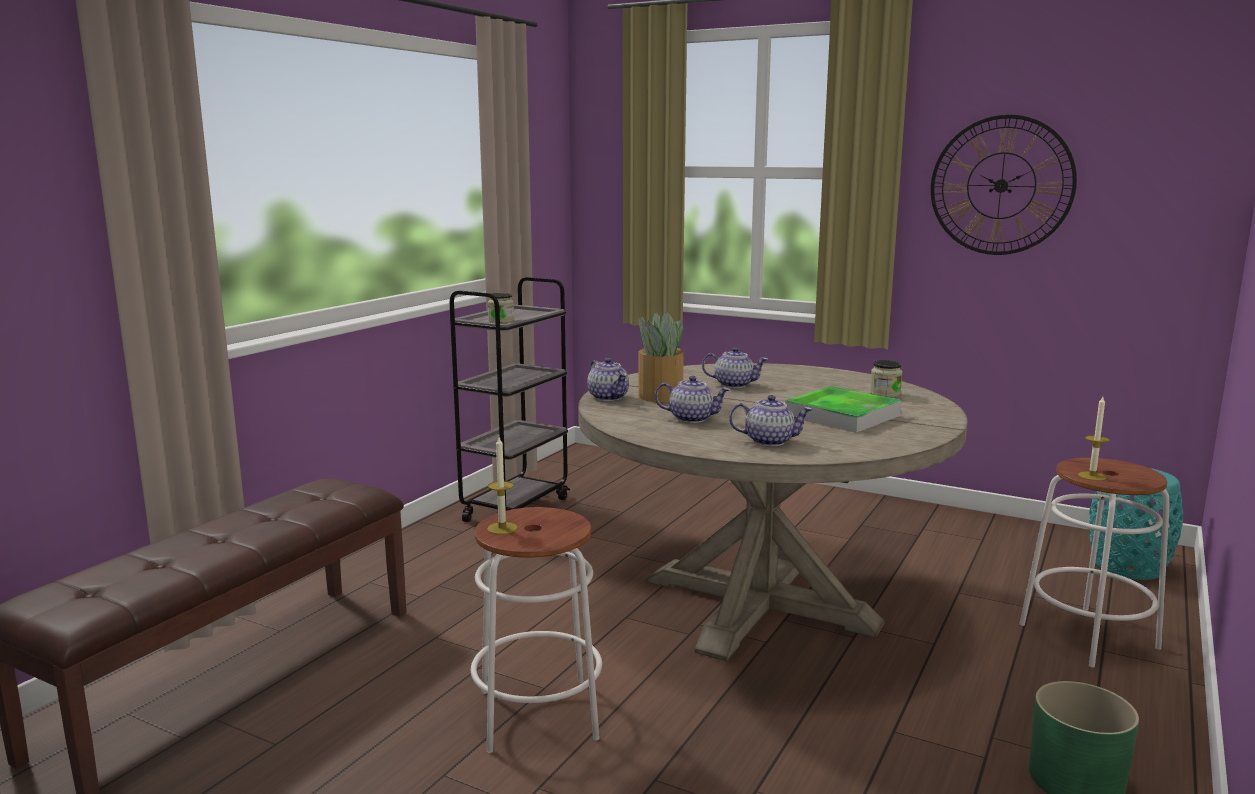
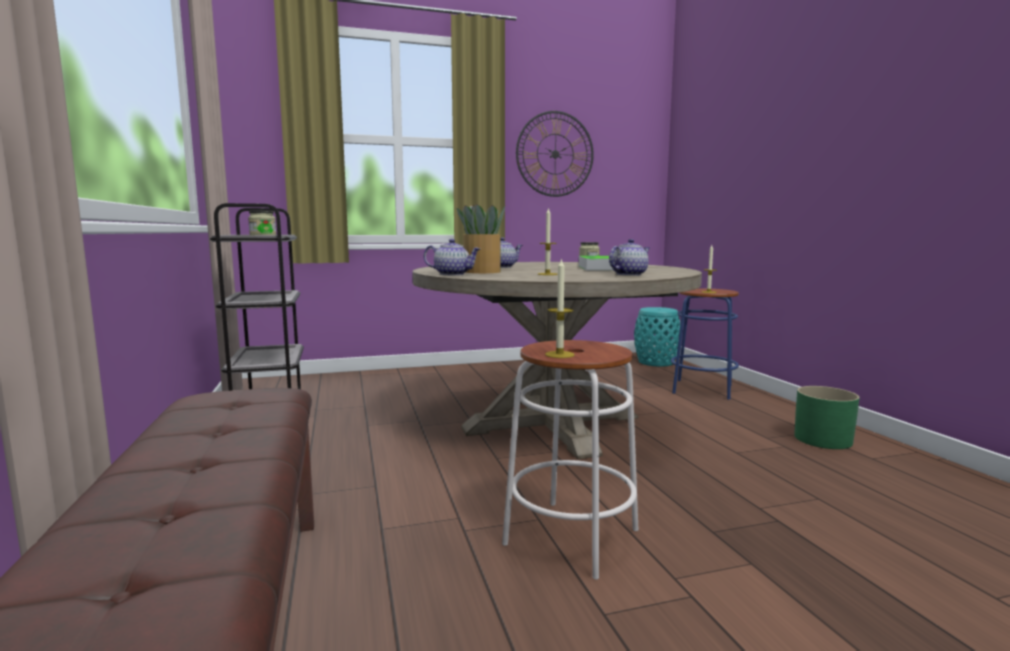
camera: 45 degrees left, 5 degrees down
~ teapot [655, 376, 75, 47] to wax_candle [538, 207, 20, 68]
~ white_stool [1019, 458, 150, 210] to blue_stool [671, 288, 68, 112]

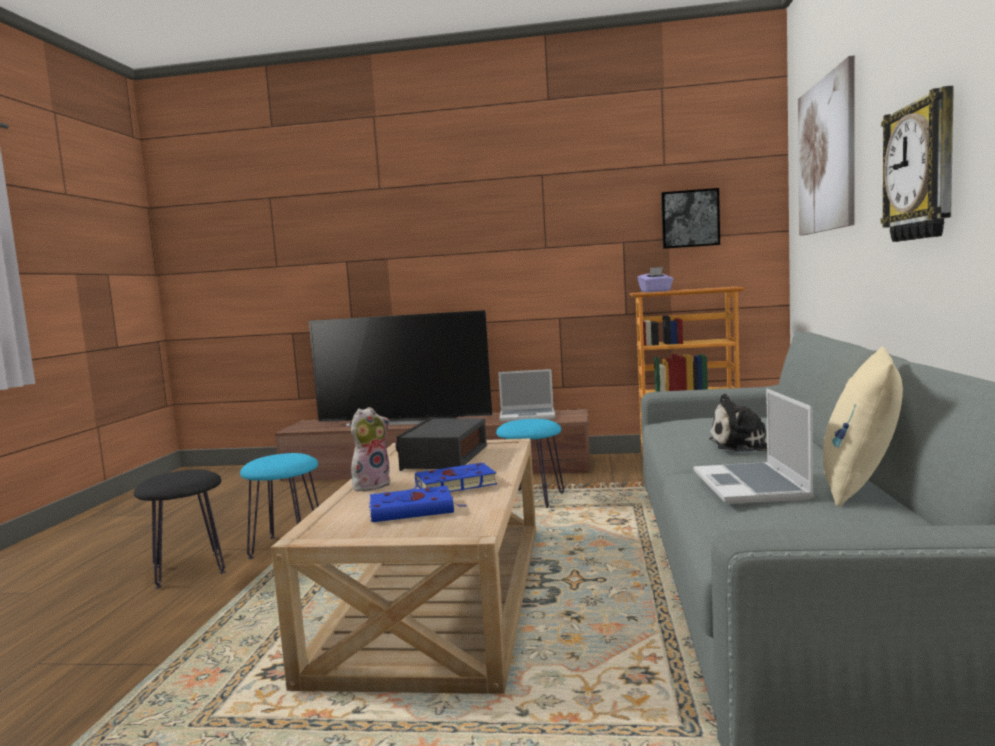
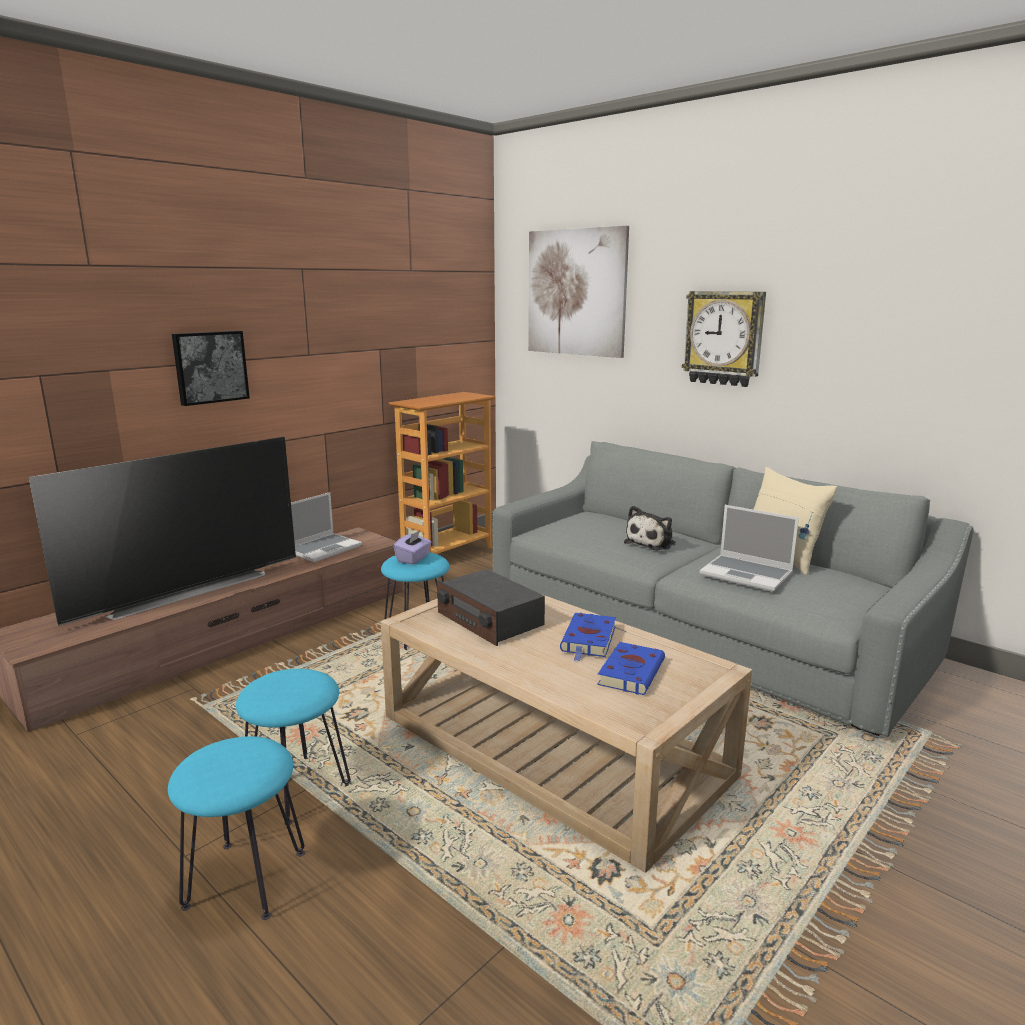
camera: 55 degrees left, 10 degrees up
~ black_stool [134, 470, 92, 119] to blue-green_stool [168, 736, 137, 184]
- plush_toy [351, 407, 39, 85]
~ purple-coloured_tissue_box [637, 267, 36, 25] to [393, 530, 39, 35]
~ wall_art [661, 188, 59, 61] to [172, 331, 78, 75]

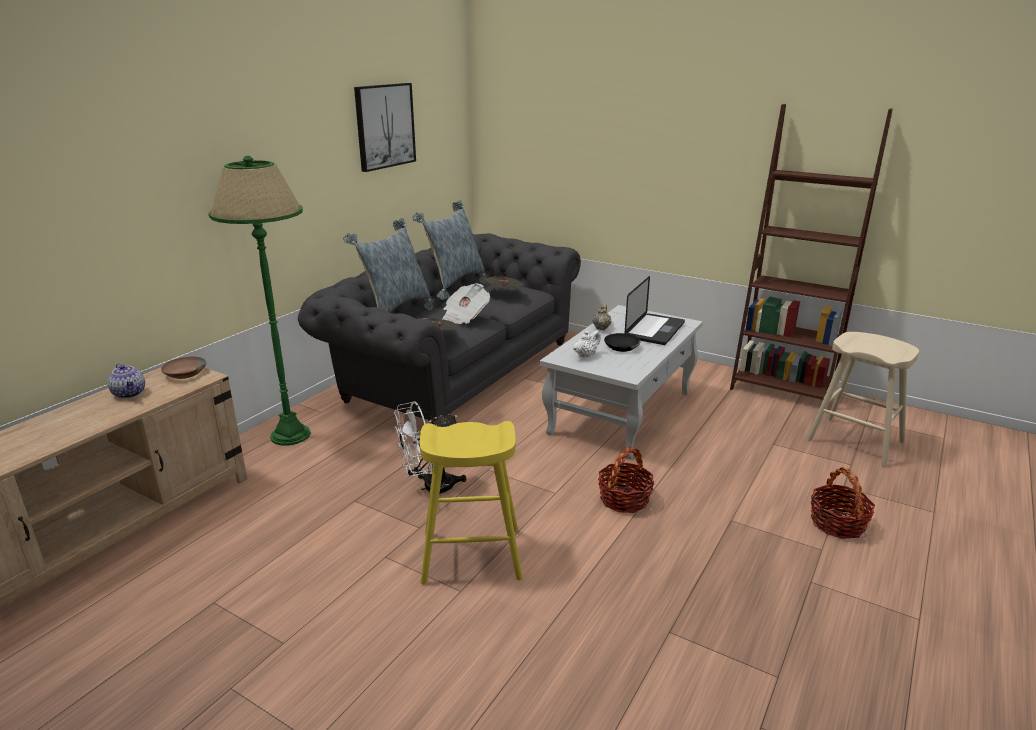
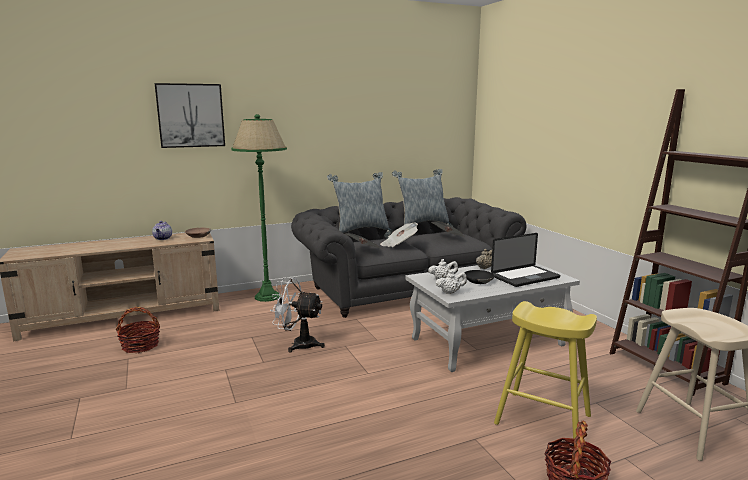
camera: 35 degrees right, 10 degrees down
~ wall_art [354, 83, 62, 89] to [155, 83, 70, 65]
~ yellow-coloured_stool [420, 421, 103, 164] to [494, 301, 103, 138]
~ household_basket [598, 447, 56, 66] to [116, 307, 44, 46]
+ white_teapot [436, 270, 31, 24]

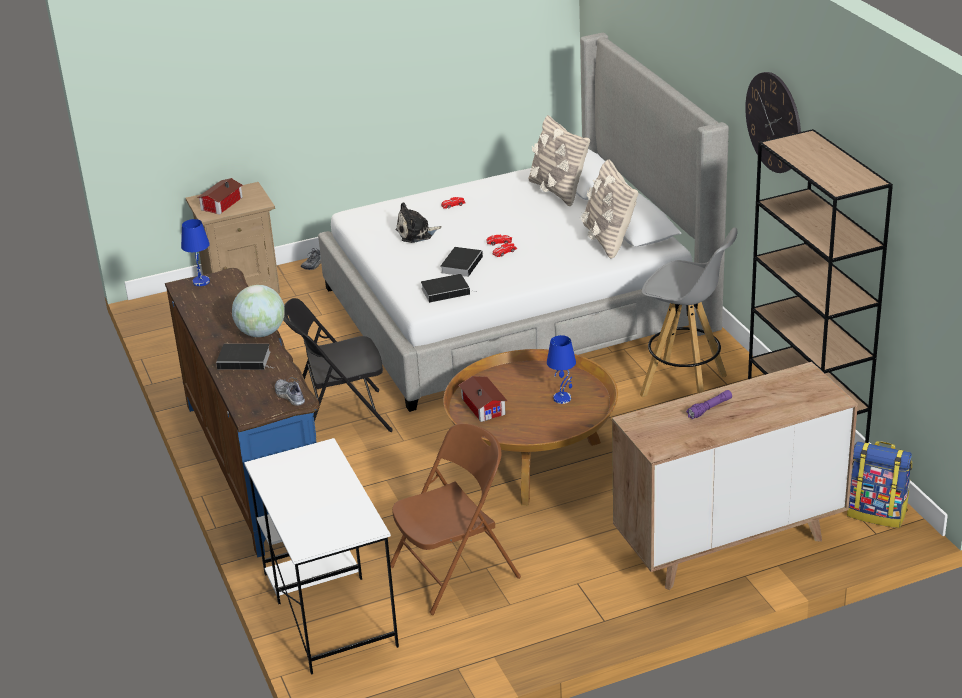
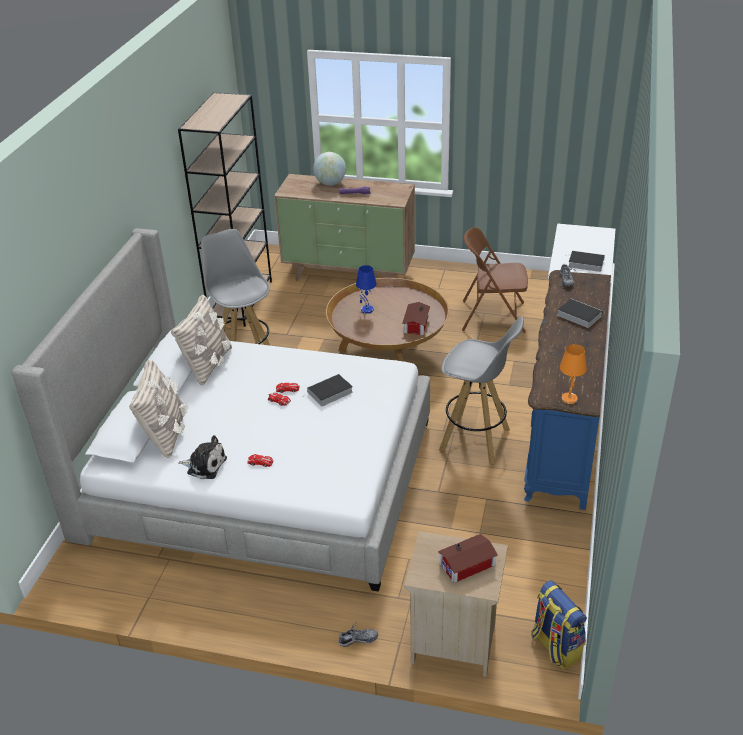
camera: 145 degrees left, 5 degrees up
~ blue_lamp_for_a_table [181, 219, 29, 67] to orange-coloured_lamp_for_a_table [560, 344, 27, 60]
~ world_globe [232, 285, 53, 52] to [313, 152, 33, 34]
~ black_plain_chair [283, 298, 109, 134] to gray_stool [439, 316, 85, 149]
~ plush_toy [396, 202, 45, 41] to [178, 435, 49, 44]
~ volume [421, 274, 52, 29] to [566, 251, 39, 21]
- hanging_clock [745, 72, 56, 101]
~ knapsack [847, 441, 65, 87] to [531, 580, 56, 89]

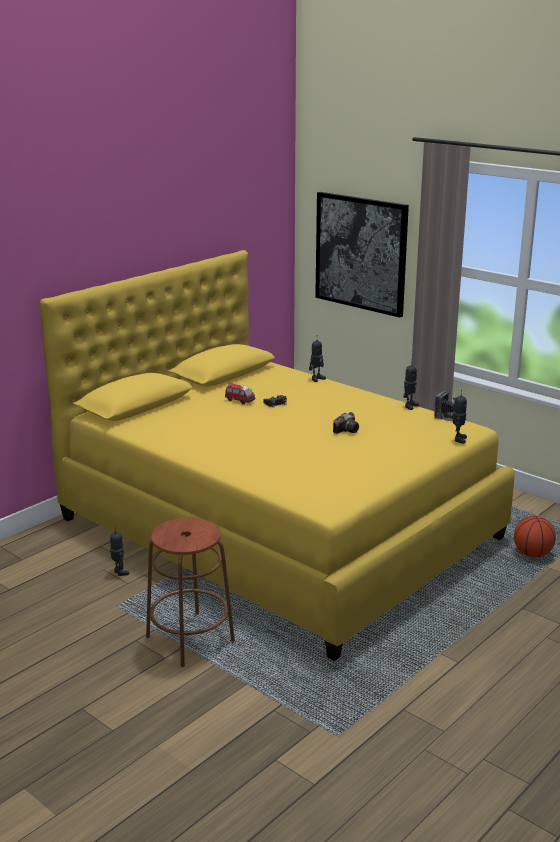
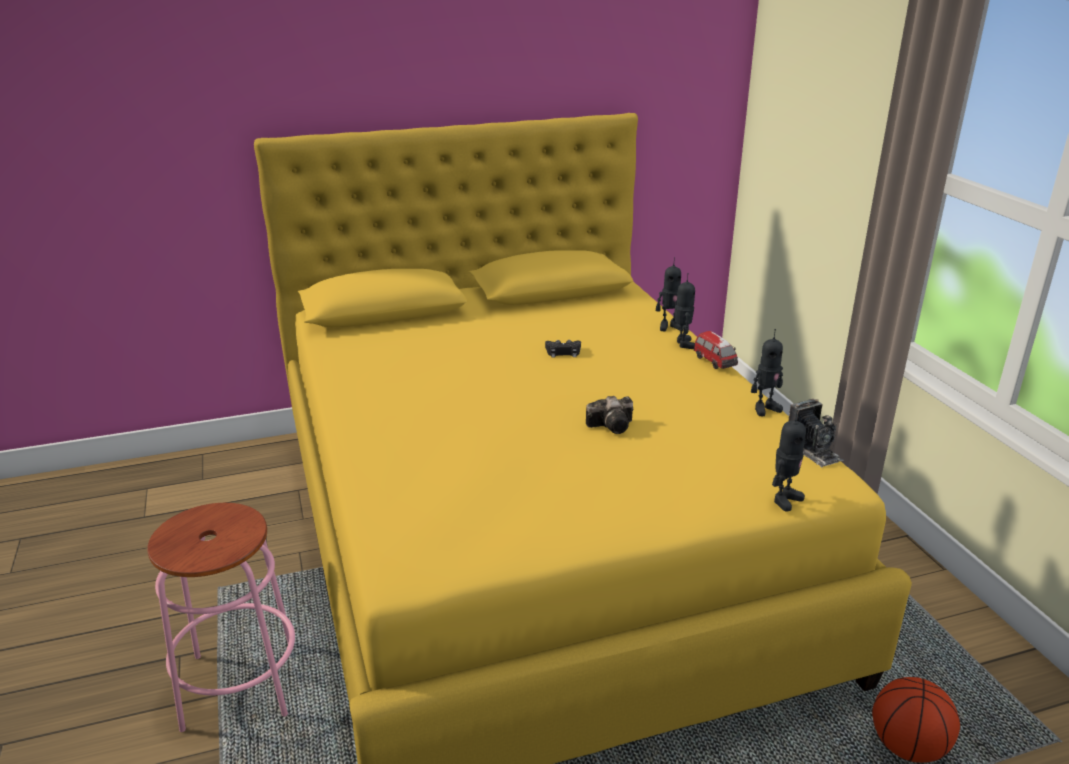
camera: 30 degrees right, 5 degrees up
~ robot_figure [110, 527, 19, 49] to [675, 273, 20, 76]
~ brown-coloured_stool [146, 518, 89, 149] to pink_stool [147, 503, 148, 229]
~ toy_car [225, 383, 30, 21] to [694, 331, 44, 38]
- wall_art [315, 192, 94, 126]

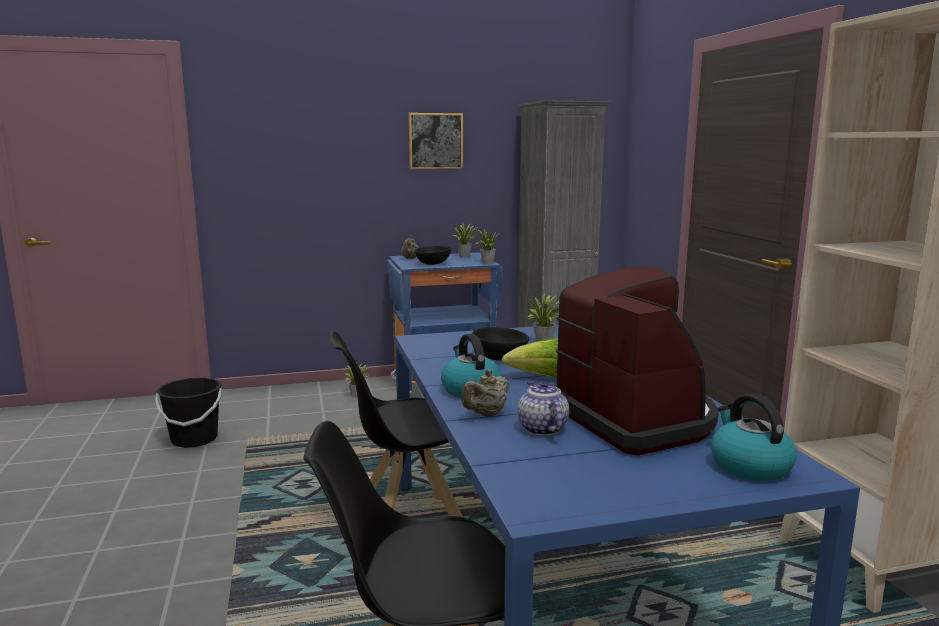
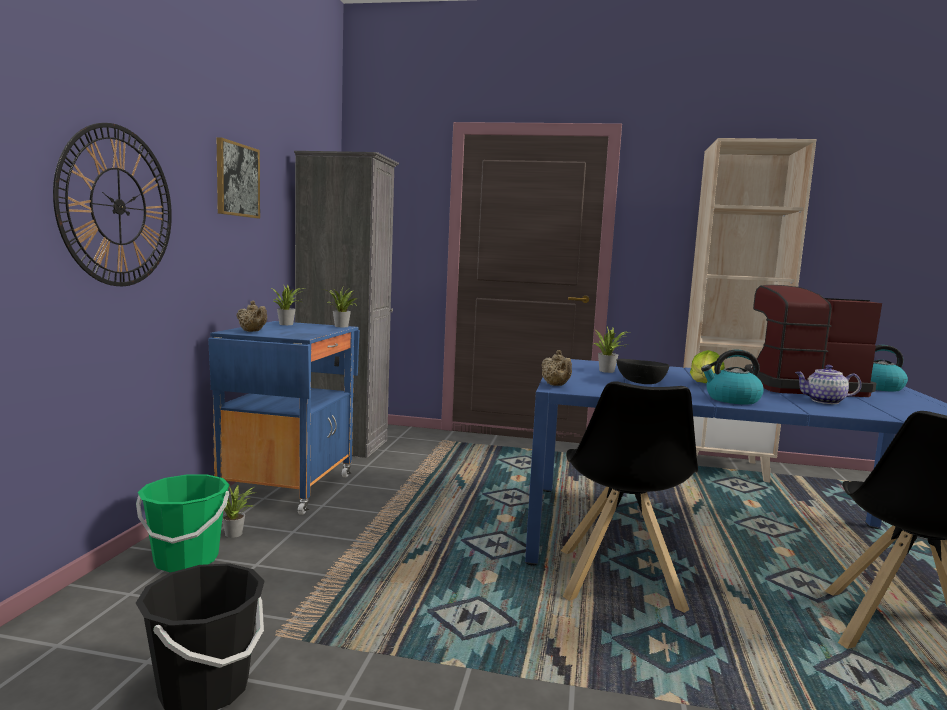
camera: 65 degrees left, 5 degrees down
- black_deep_dish [415, 246, 37, 19]
~ sand-coloured_teapot [461, 369, 49, 47] to [541, 350, 31, 36]
+ hanging_clock [53, 123, 119, 163]
+ green_bucket [136, 475, 94, 97]

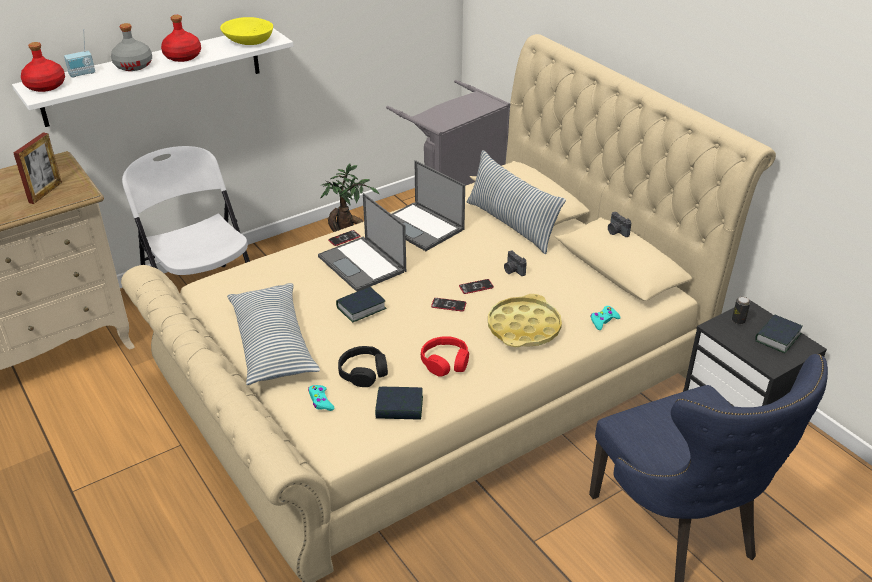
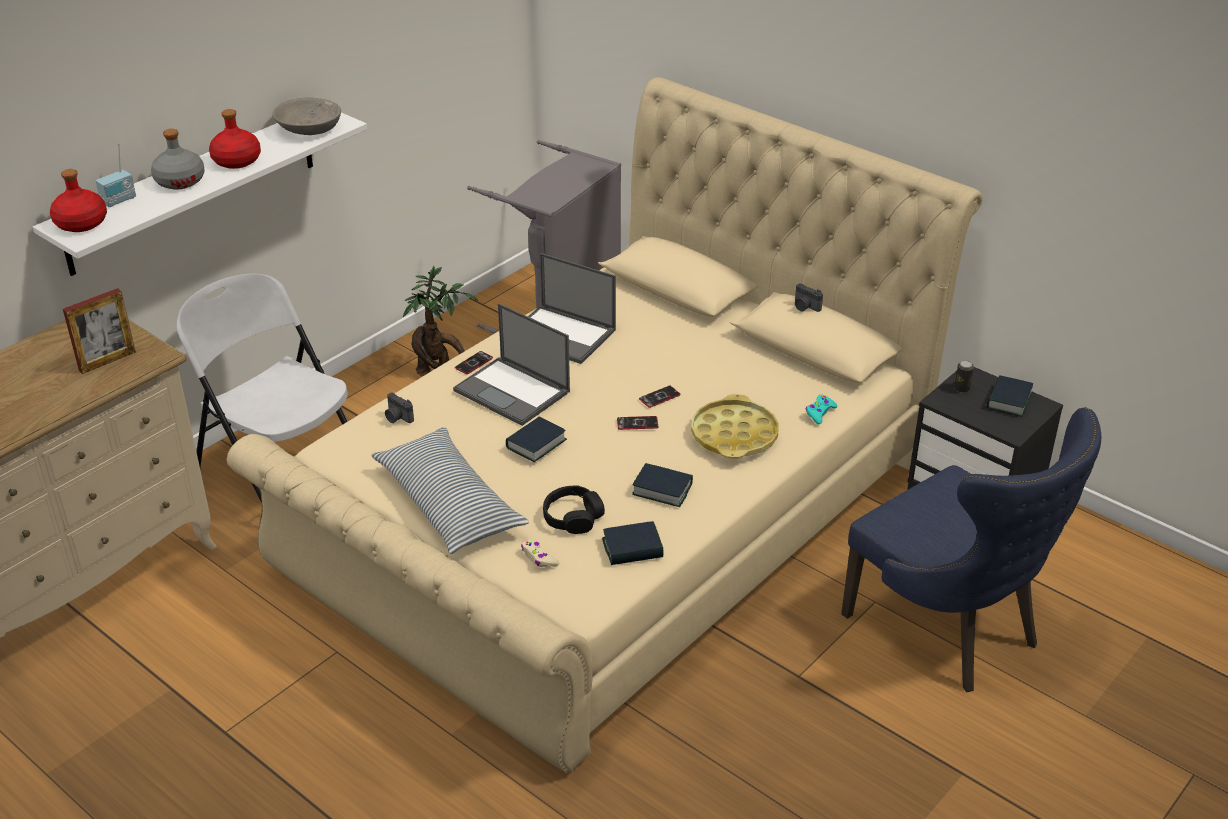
camera: 15 degrees left, 0 degrees up
~ standing_frame [14, 132, 48, 72] = [63, 288, 73, 86] 45 degrees clockwise
~ yellow-coloured_deep_dish [220, 17, 53, 28] to gray_deep_dish [272, 97, 69, 38]
~ blue-green_gamepad [308, 385, 26, 26] to sand-coloured_gamepad [521, 540, 38, 27]
~ red-coloured_pair_of_headphones [421, 336, 48, 41] to volume [632, 463, 61, 44]
- cushion [467, 150, 99, 104]
~ still_camera [504, 250, 23, 26] to [385, 393, 29, 30]

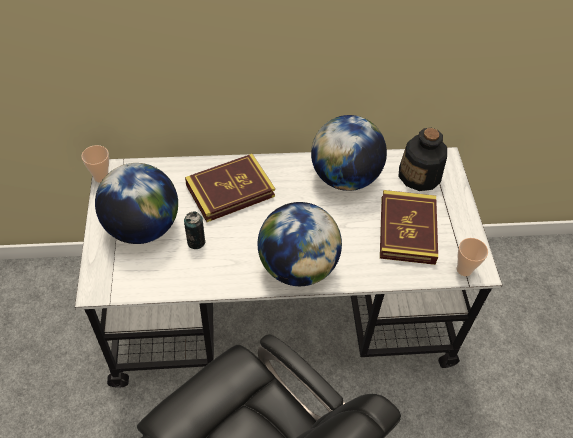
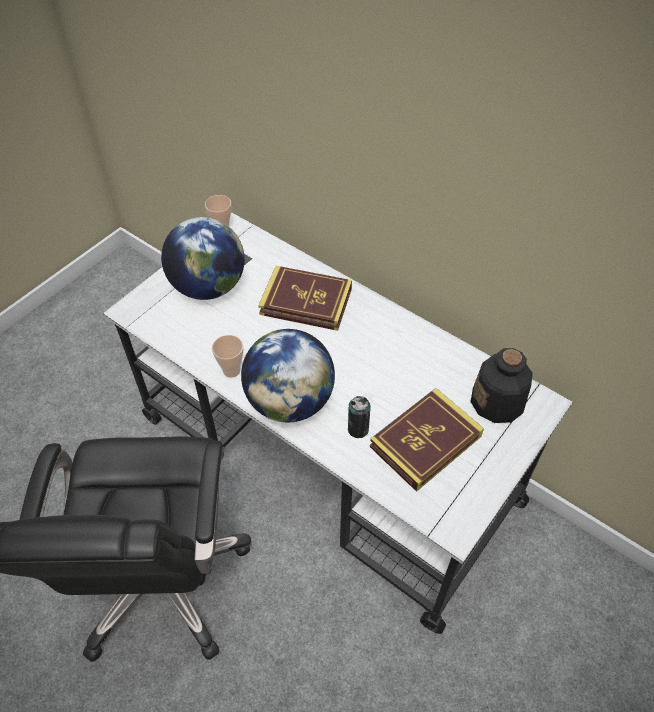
camera: 45 degrees right, 0 degrees up
~ metal_can [184, 211, 22, 38] to [348, 396, 23, 42]
- world_globe [311, 115, 76, 76]
~ small_cup [457, 238, 31, 38] to [212, 335, 31, 43]

